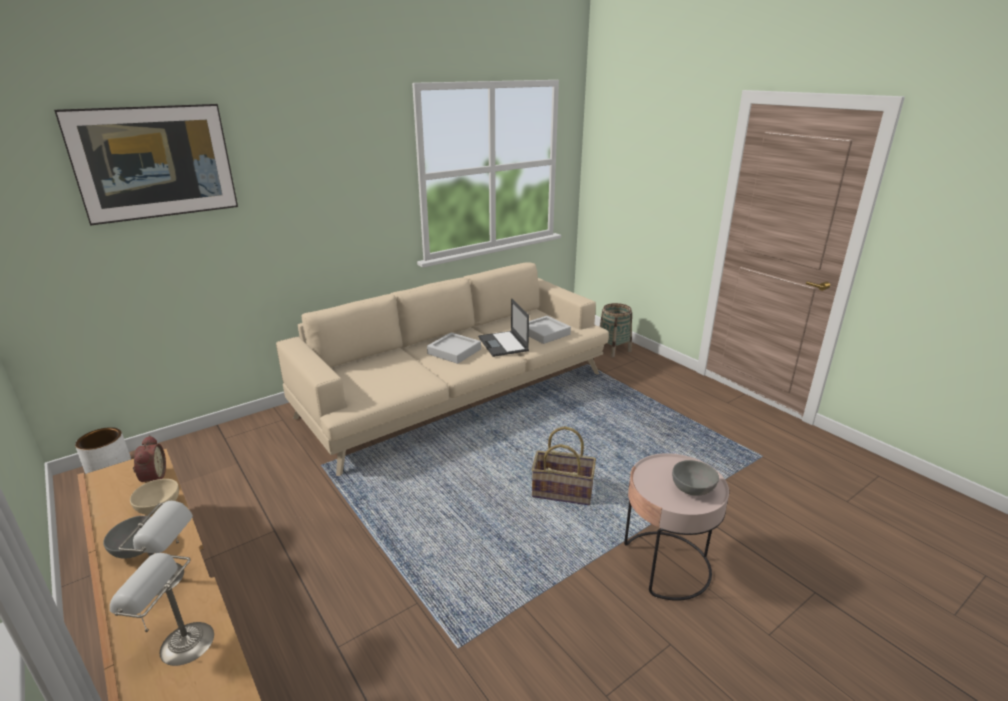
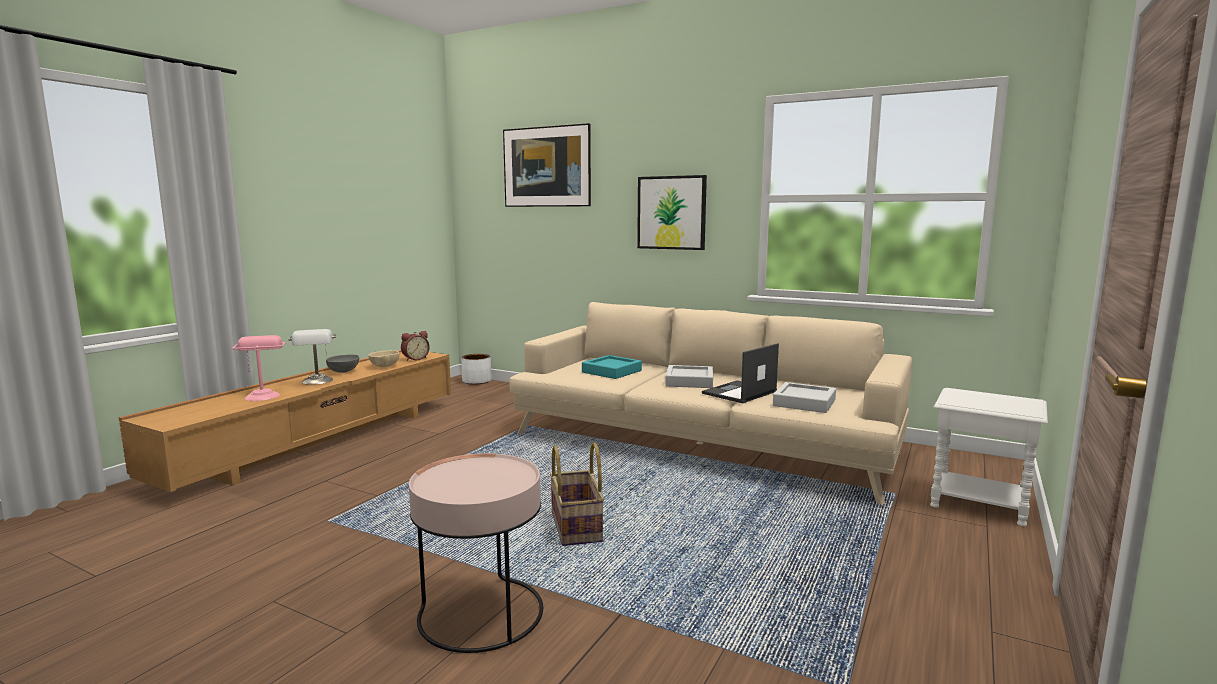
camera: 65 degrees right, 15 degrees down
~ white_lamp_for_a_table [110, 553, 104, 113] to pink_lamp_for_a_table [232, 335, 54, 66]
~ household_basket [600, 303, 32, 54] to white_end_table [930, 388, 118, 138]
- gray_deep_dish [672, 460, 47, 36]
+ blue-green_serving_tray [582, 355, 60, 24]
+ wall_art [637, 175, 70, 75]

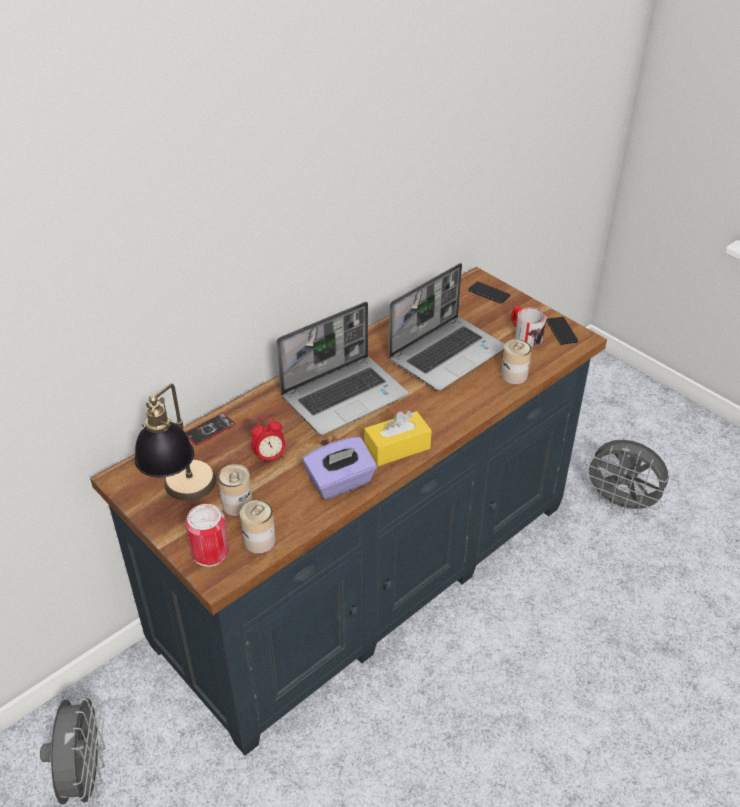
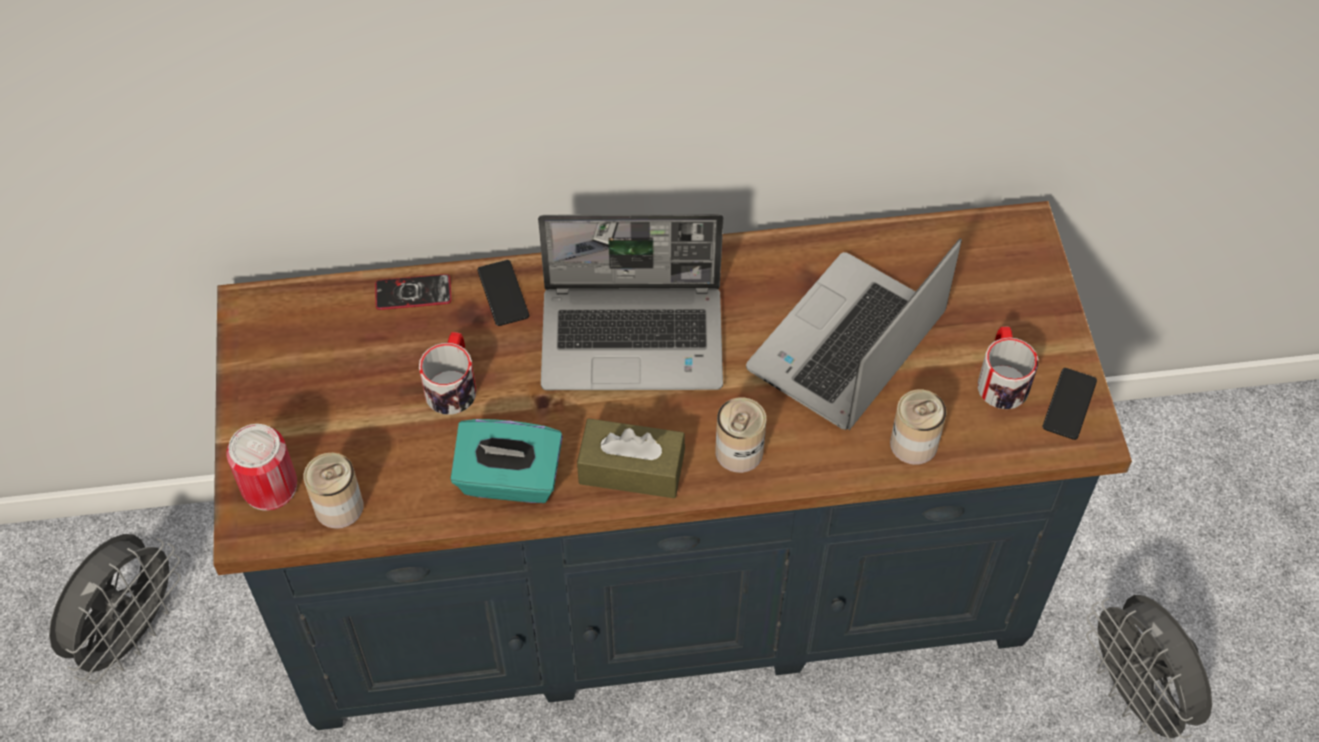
camera: 35 degrees right, 15 degrees up
- lamp_for_a_table [135, 383, 81, 118]
~ metal_can [218, 464, 35, 52] to [715, 397, 51, 76]
~ bedside_clock [251, 417, 34, 48] to coffee_mug [419, 332, 57, 83]
~ purple-coloured_tissue_box [303, 437, 74, 62] to blue-green_tissue_box [451, 419, 112, 84]
~ yellow-coloured_tissue_box [364, 411, 68, 55] to brown-coloured_tissue_box [577, 418, 108, 80]
~ notebook_computer [388, 263, 117, 128] = [746, 239, 216, 191] 135 degrees clockwise
~ phone [468, 281, 42, 23] to [478, 260, 51, 66]

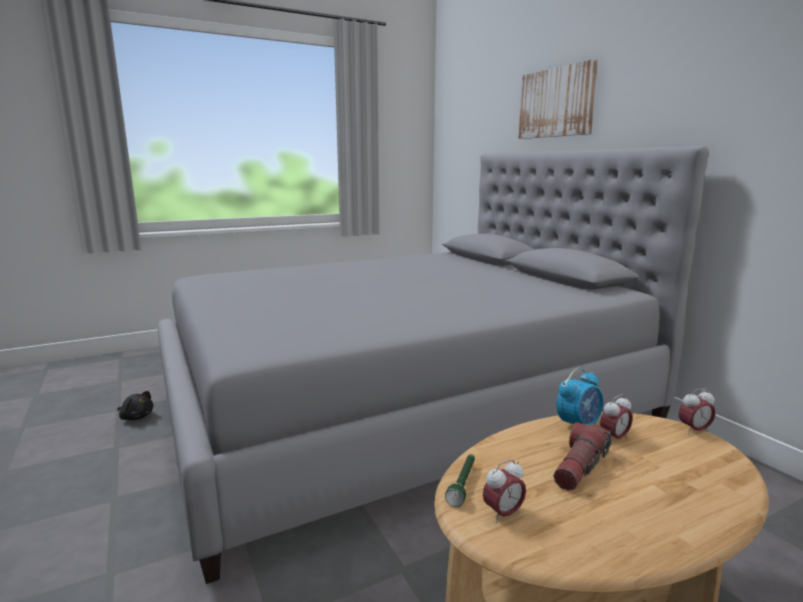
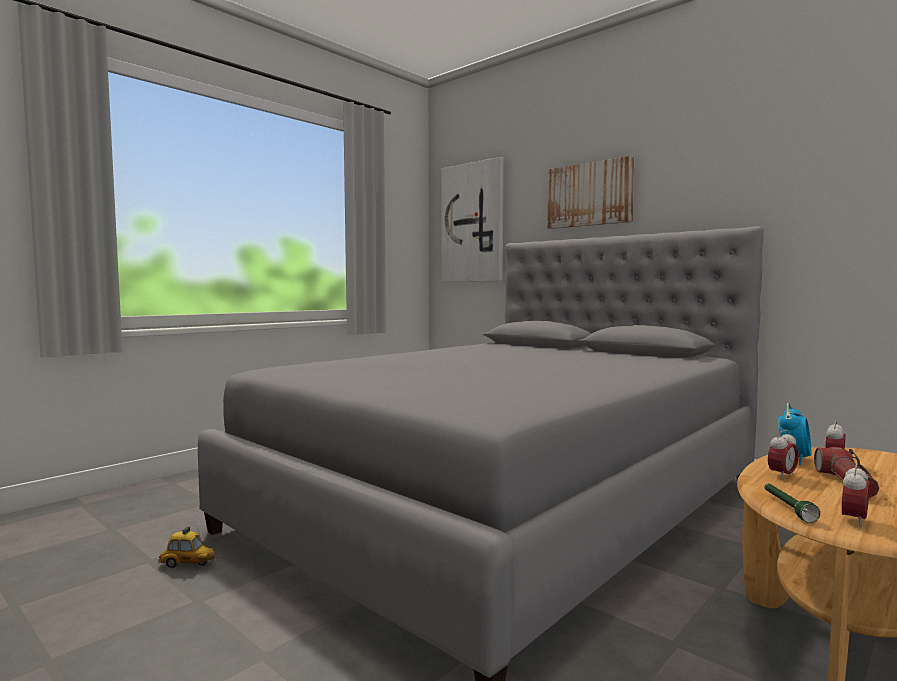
camera: 20 degrees left, 10 degrees down
~ black_plush_toy [118, 391, 36, 29] to toy_car [158, 526, 59, 42]
~ bedside_clock [679, 388, 37, 47] to [768, 430, 31, 50]
+ wall_art [441, 157, 63, 125]

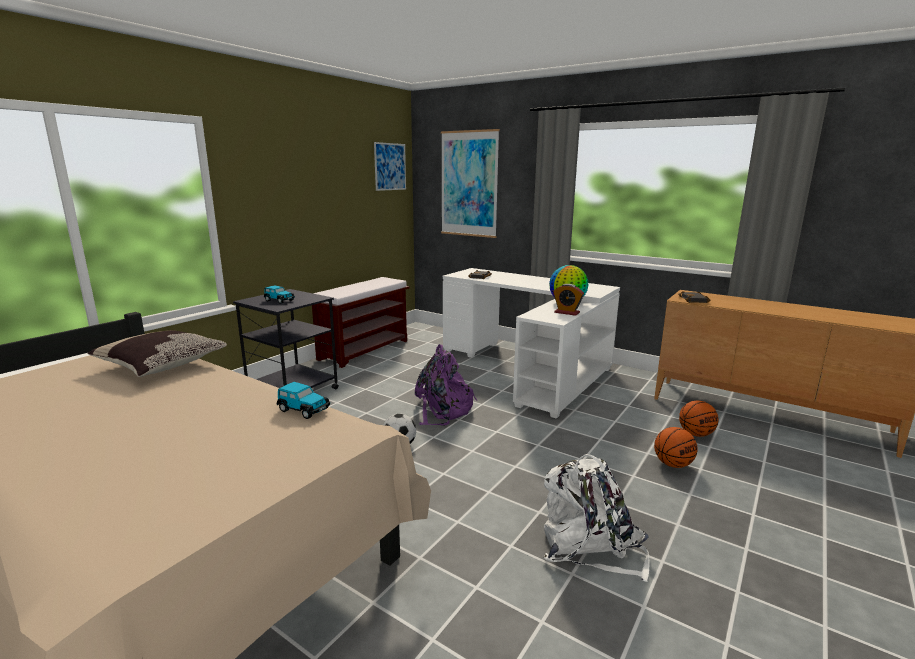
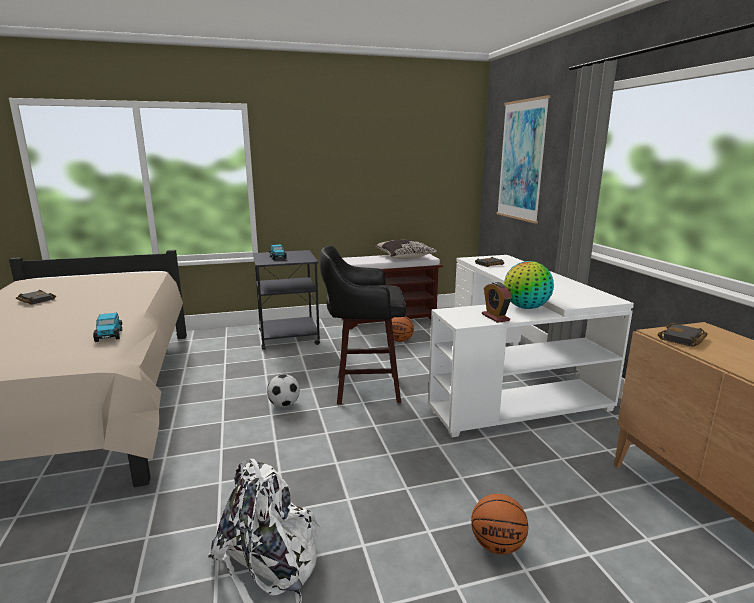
camera: 40 degrees right, 0 degrees up
~ cushion [88, 330, 139, 47] to [375, 240, 62, 19]
- wall_art [374, 142, 32, 49]
~ purple-coloured_knapsack [415, 344, 62, 82] to black_stool [320, 246, 86, 158]
~ basketball [679, 401, 40, 36] to [392, 316, 22, 26]
+ black_volume [16, 290, 40, 15]

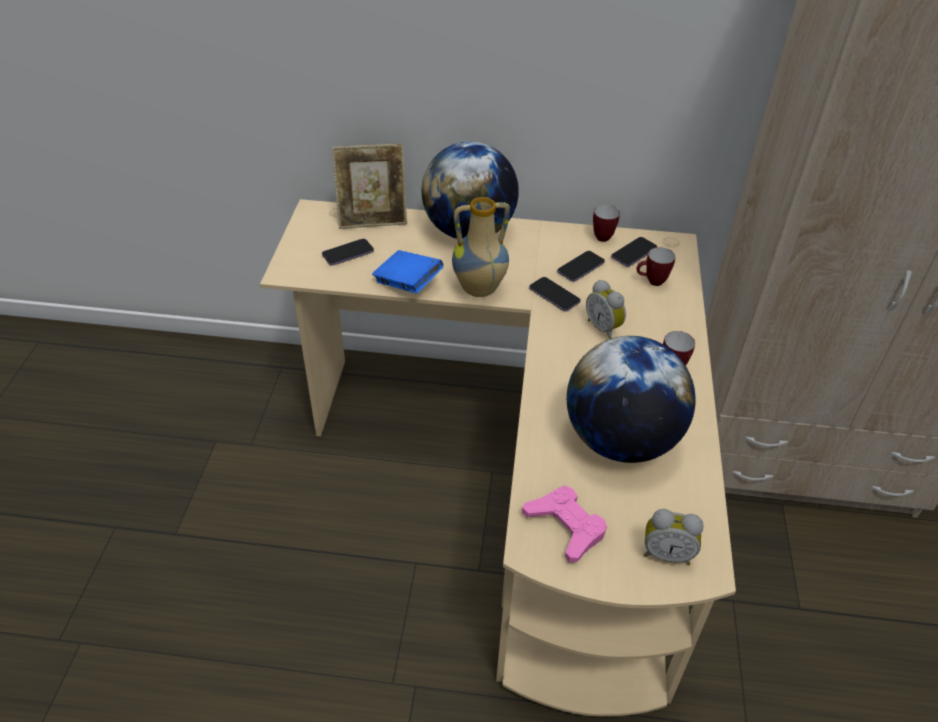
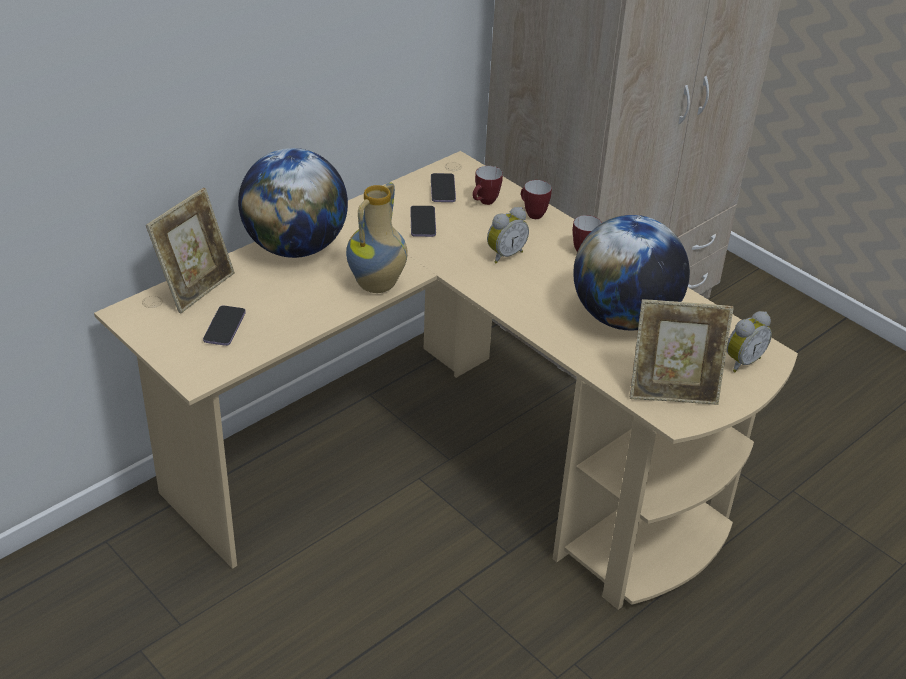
camera: 50 degrees left, 5 degrees down
- blue_volume [372, 250, 72, 44]
~ pink_gamepad [522, 486, 85, 76] to standing_frame [630, 299, 104, 106]
- phone [529, 277, 52, 34]
~ bedside_clock [586, 280, 40, 59] = [487, 207, 42, 57] 45 degrees counterclockwise
~ coffee_mug [593, 205, 27, 37] to [521, 180, 31, 39]

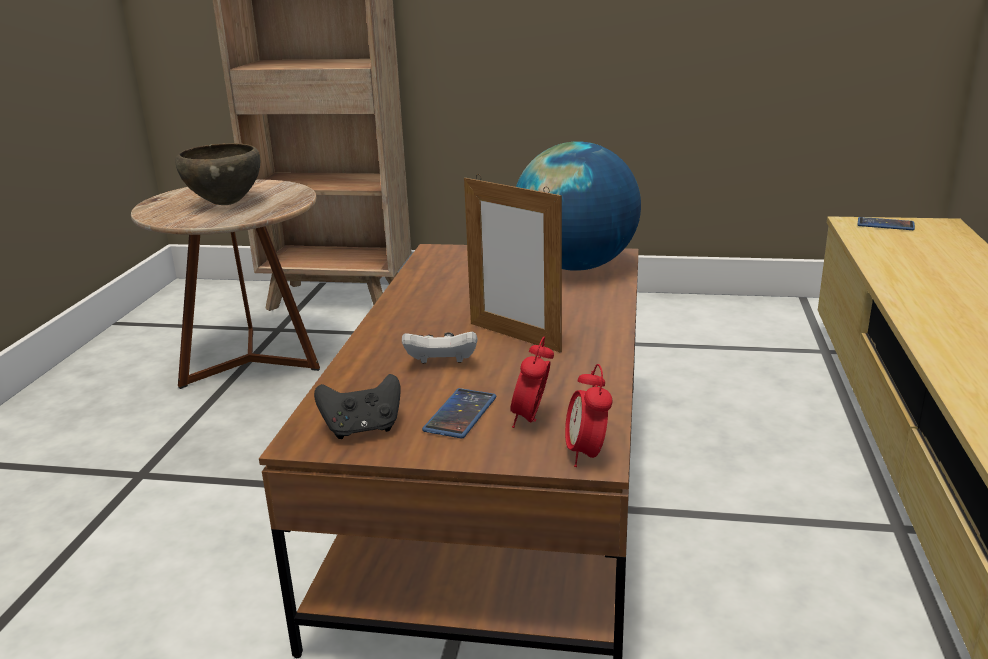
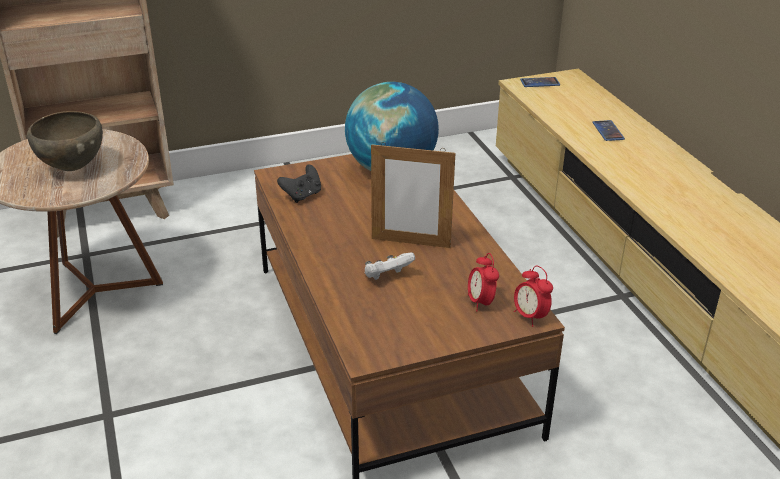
camera: 30 degrees left, 10 degrees up
~ black_gamepad [314, 374, 86, 65] to [277, 165, 44, 38]
~ phone [422, 388, 75, 51] to [592, 120, 33, 21]

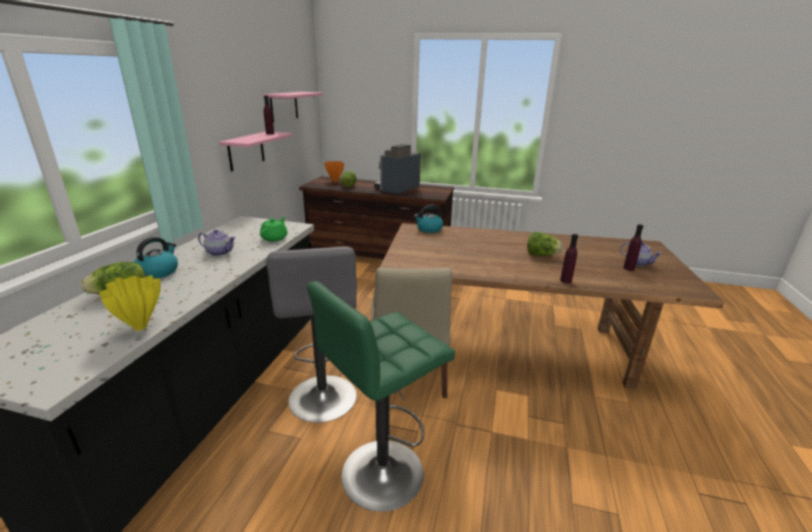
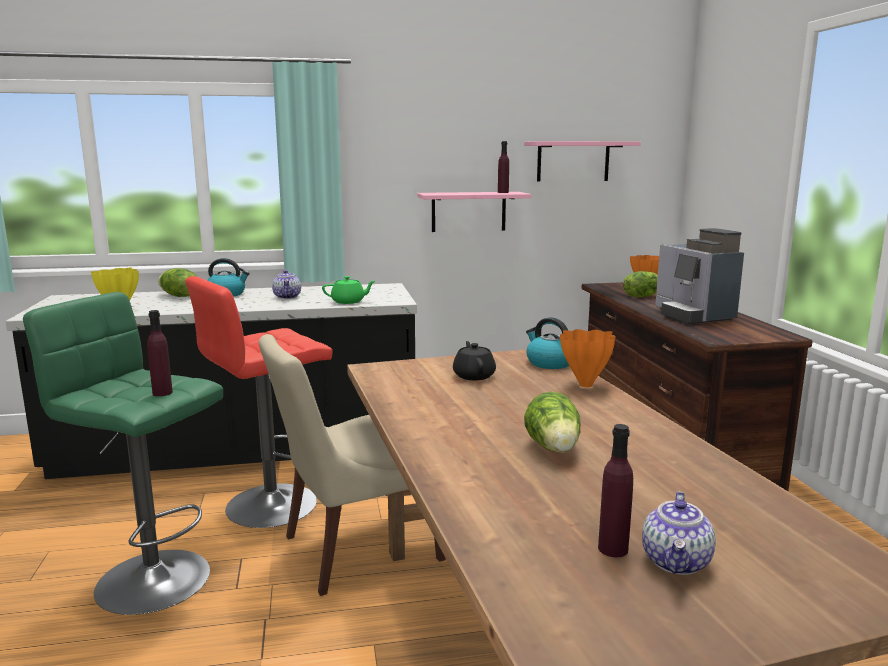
camera: 65 degrees right, 10 degrees down
~ gray_stool [267, 246, 90, 177] to red-coloured_stool [185, 276, 147, 252]
~ coffee_brewer [374, 144, 47, 50] = [655, 228, 89, 96] 120 degrees counterclockwise
~ purple-coloured_bottle [560, 234, 18, 50] to [147, 310, 26, 86]
+ black_teapot [453, 341, 43, 39]
+ orange-coloured_vase [560, 329, 56, 58]

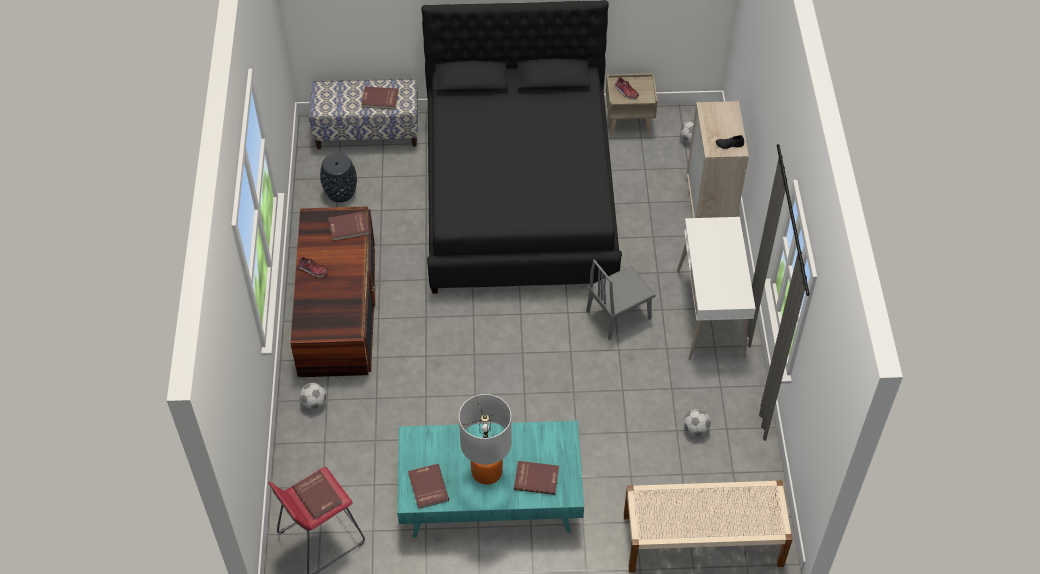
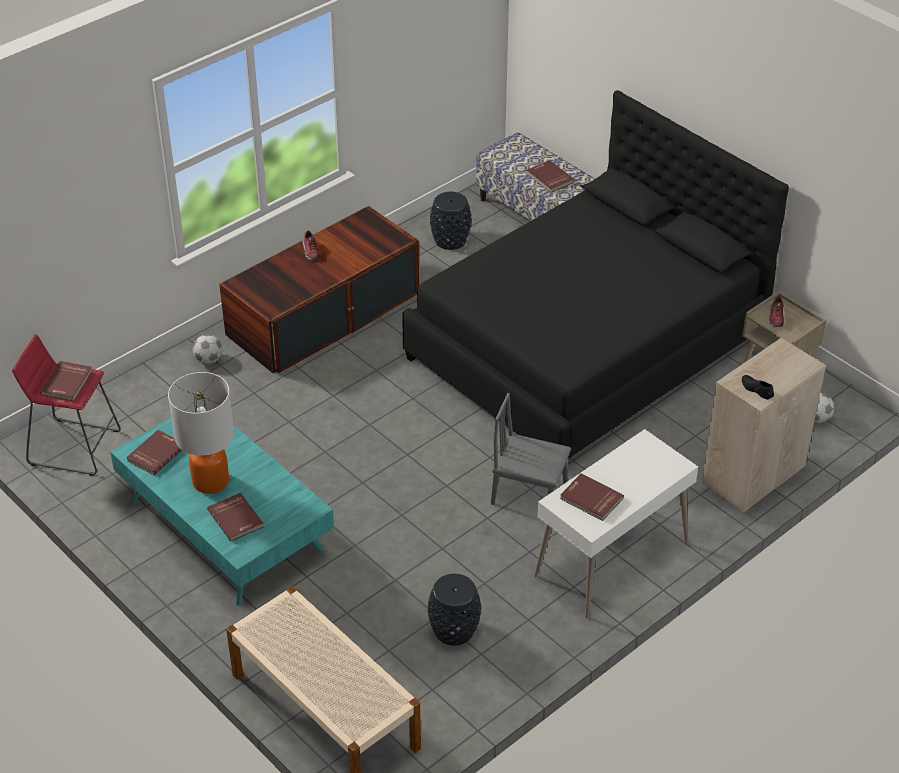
camera: 50 degrees right, 10 degrees down
~ red-coloured_volume [328, 211, 41, 30] to [560, 473, 64, 48]
~ football_ball [684, 409, 27, 27] to black_stool [428, 574, 53, 71]

